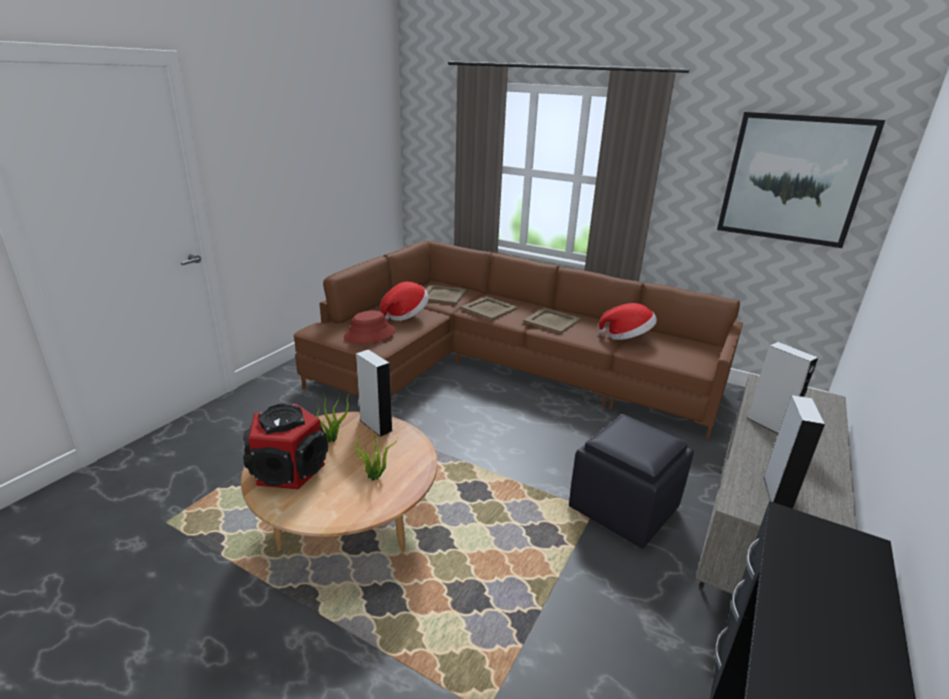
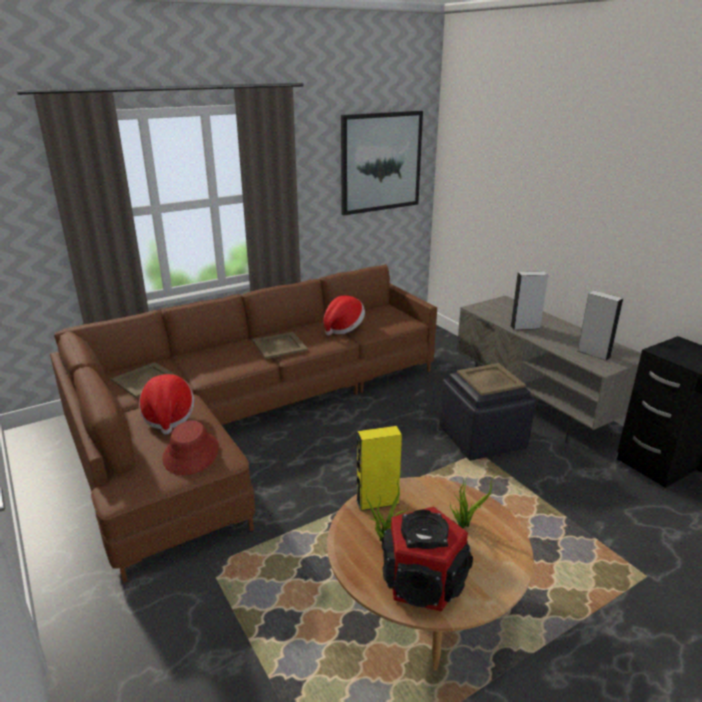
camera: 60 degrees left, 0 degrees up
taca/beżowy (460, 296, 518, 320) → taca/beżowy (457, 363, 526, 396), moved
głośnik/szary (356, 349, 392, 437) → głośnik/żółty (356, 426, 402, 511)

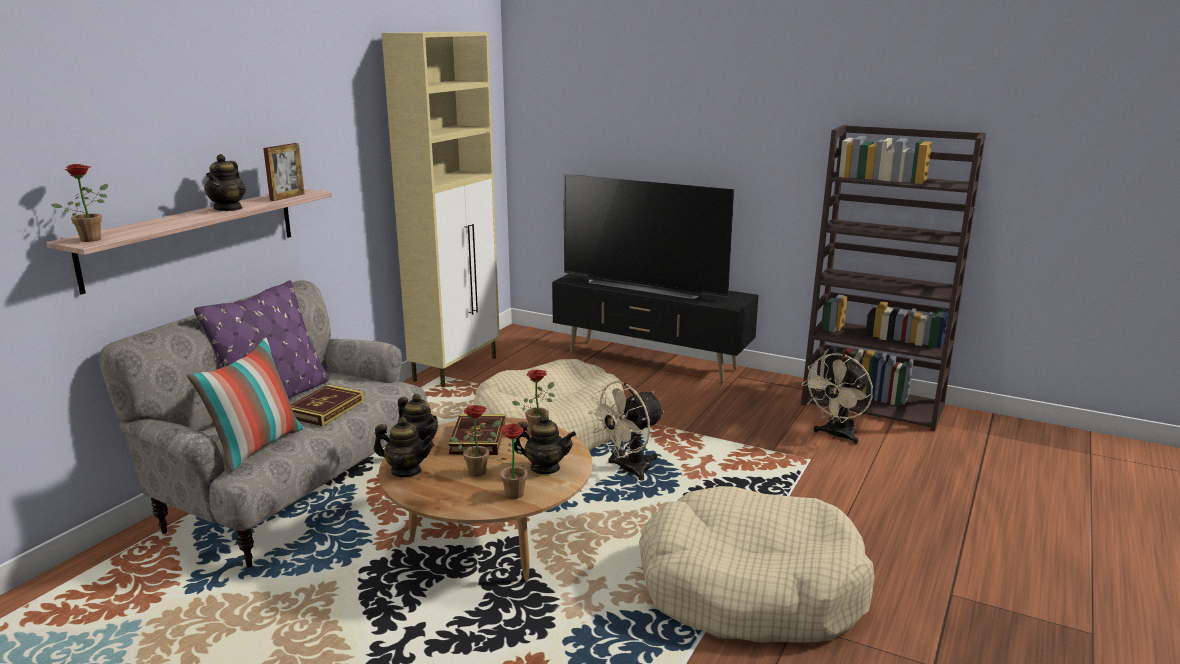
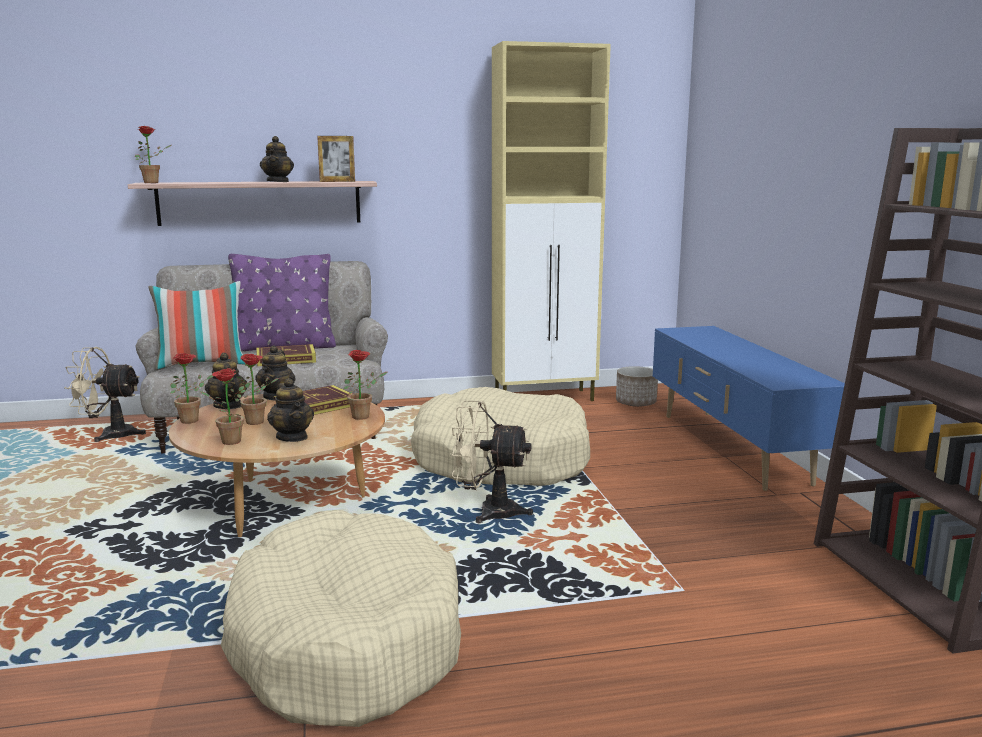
camera: 50 degrees right, 5 degrees down
imbryk (204, 154, 246, 211) → imbryk (260, 136, 294, 182), 60 degrees counterclockwise
telewizor (563, 174, 734, 299) → -
szafka pod telewizor/czarny (552, 274, 759, 383) → szafka pod telewizor/niebieski (653, 326, 845, 491)
wentylator/beżowy (802, 353, 873, 444) → wentylator/beżowy (64, 347, 146, 442), moved
- → roślina doniczkowa (170, 353, 214, 424)
- → donica (616, 366, 658, 407)

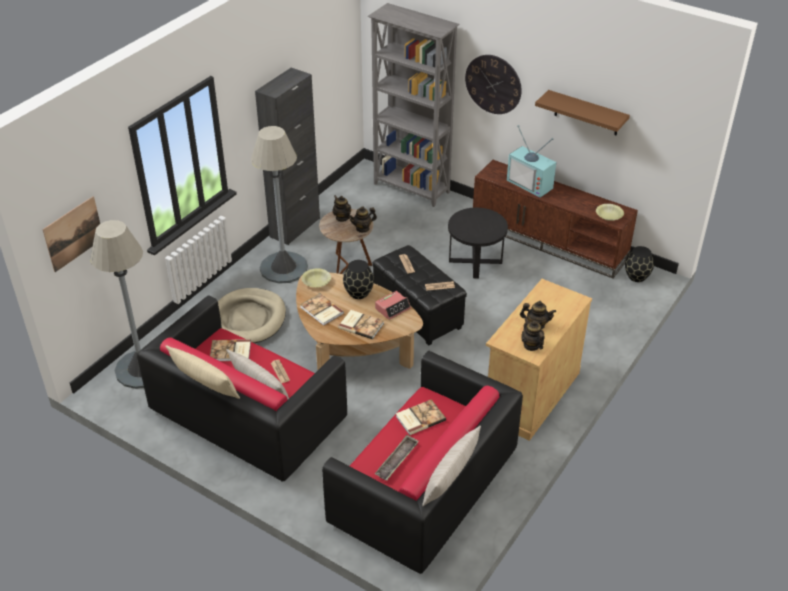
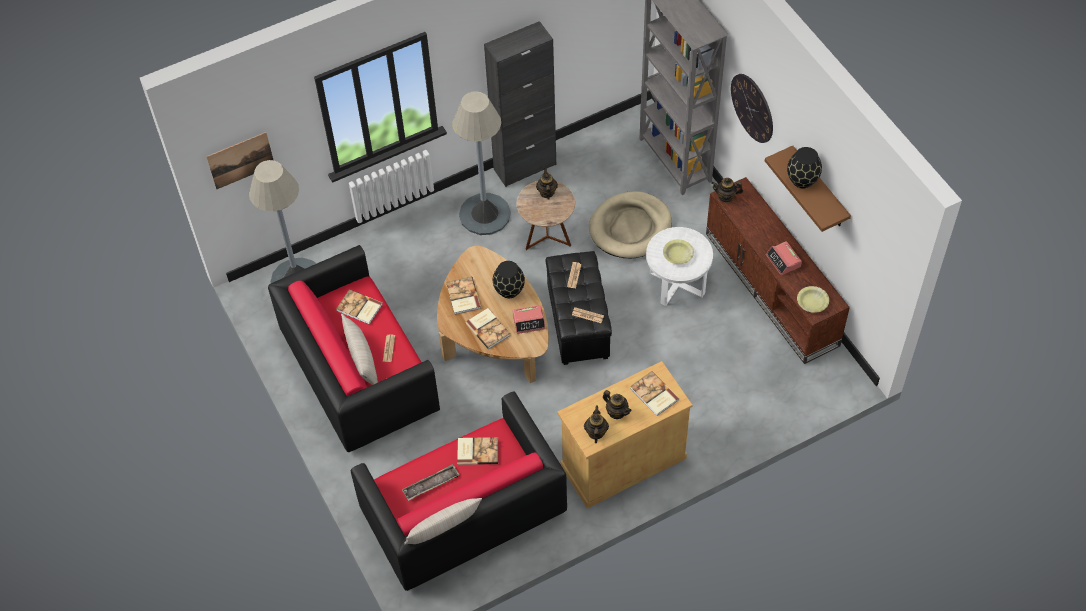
camera: 30 degrees right, 15 degrees up
telewizor (507, 125, 556, 198) → -
imbryk (349, 206, 377, 233) → imbryk (711, 178, 743, 203), moved
stolik/czarny (448, 208, 508, 278) → stolik/biały (646, 227, 713, 306)
wazon/czarny (625, 246, 654, 282) → wazon/czarny (787, 147, 822, 188), moved
miska/żółty (302, 268, 331, 288) → miska/żółty (663, 239, 694, 264), moved
legowisko/beżowy (218, 288, 286, 343) → legowisko/beżowy (589, 191, 672, 258), moved
poduszka/beżowy (165, 345, 240, 399) → -
- → budzik (766, 241, 802, 275)
- → książka (630, 371, 679, 416)

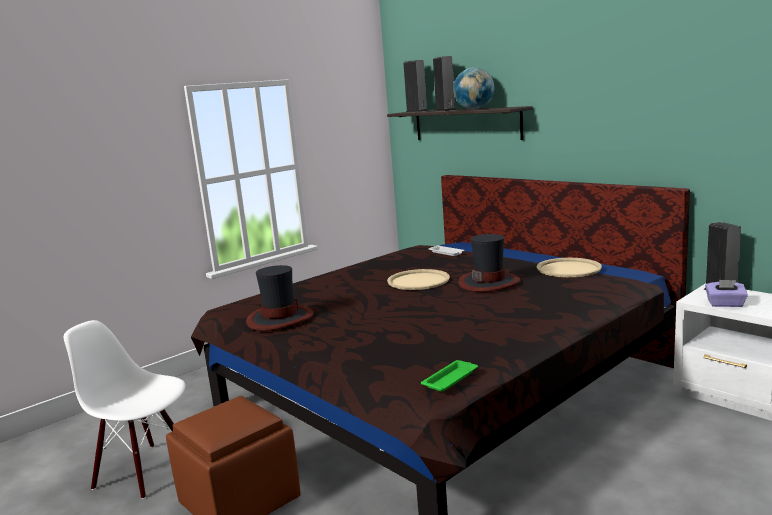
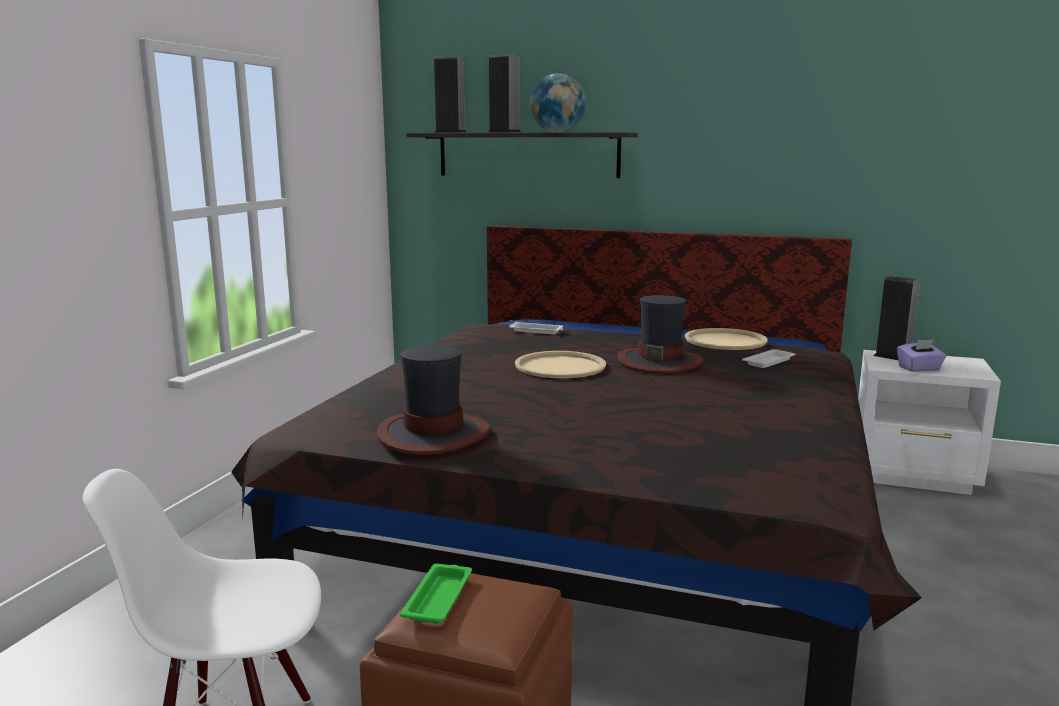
camera: 30 degrees left, 0 degrees up
taca/zielony (421, 360, 478, 392) → taca/zielony (400, 564, 472, 623), moved
- → taca/biały (742, 349, 795, 368)

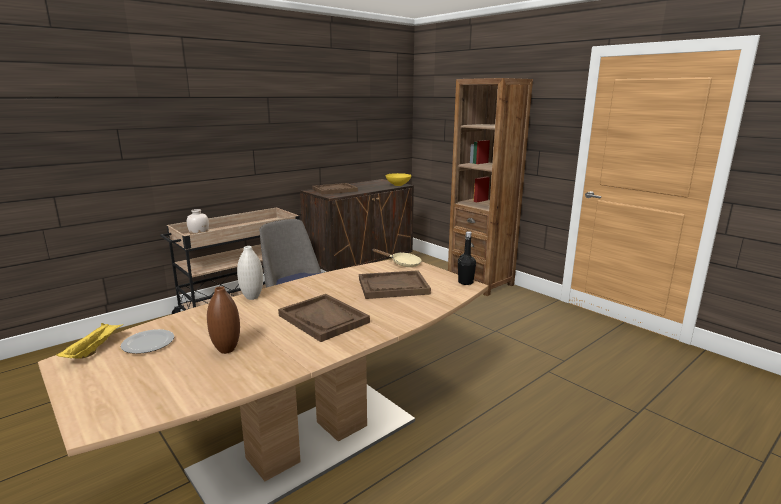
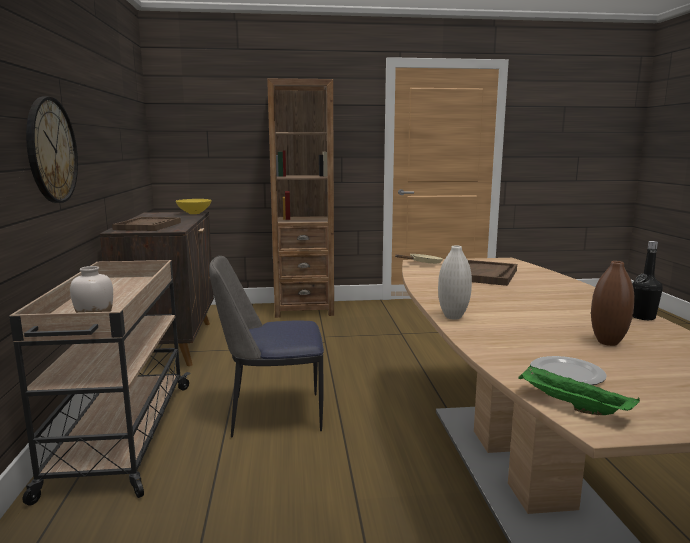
camera: 55 degrees left, 5 degrees down
butelka/czarny (458, 231, 476, 285) → butelka/czarny (633, 241, 663, 320), moved
taca/brązowy (278, 294, 370, 342) → -
taca/żółty (56, 323, 123, 359) → taca/zielony (518, 365, 640, 415)
- → zegar ścienny (26, 97, 78, 203)

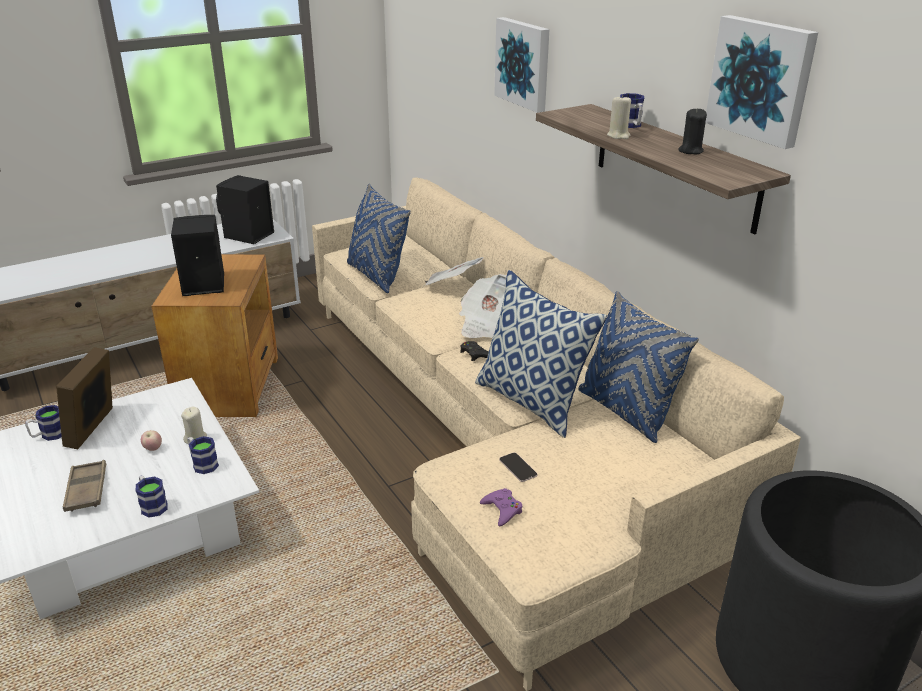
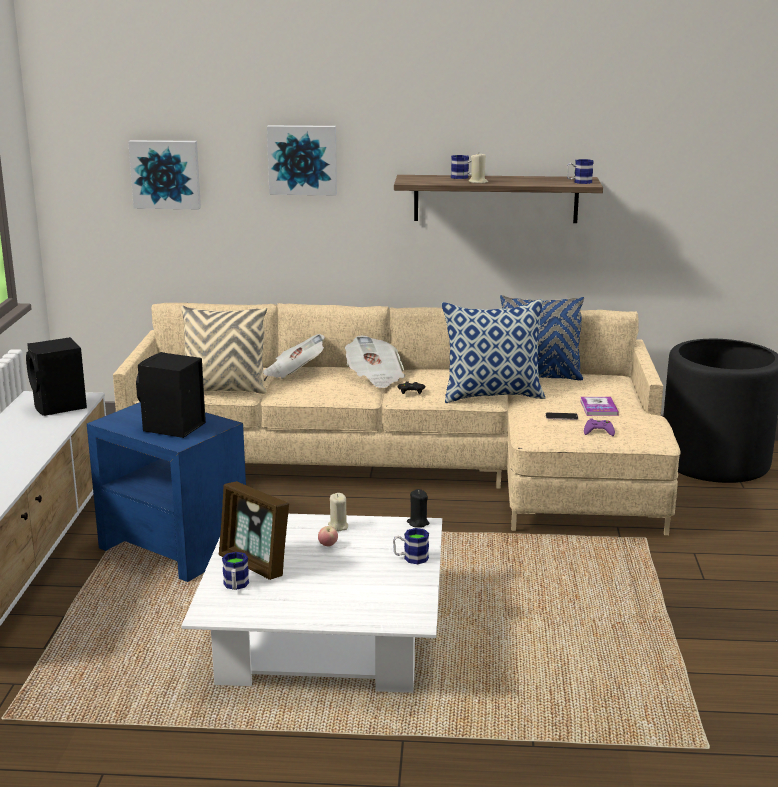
camera: 55 degrees left, 10 degrees down
obraz (705, 15, 818, 149) → obraz (128, 140, 201, 209), moved
świeca/czarny (678, 108, 707, 154) → świeca/czarny (407, 489, 429, 528), moved
poduszka/niebieski (347, 184, 411, 293) → poduszka/beżowy (181, 305, 267, 394)
stolik/brązowy (151, 254, 278, 417) → stolik/niebieski (87, 402, 246, 582)
kubek (188, 436, 219, 474) → kubek (567, 159, 594, 184), moved
taca/brązowy (63, 460, 106, 512) → -
- → książka (580, 397, 619, 416)

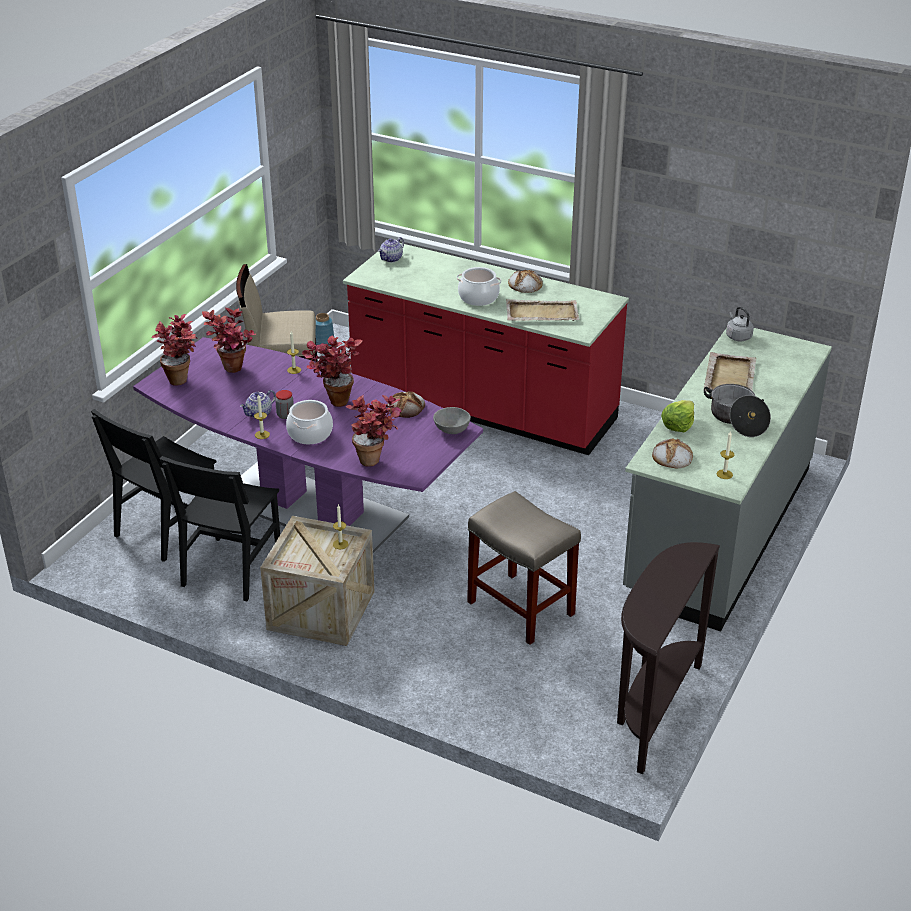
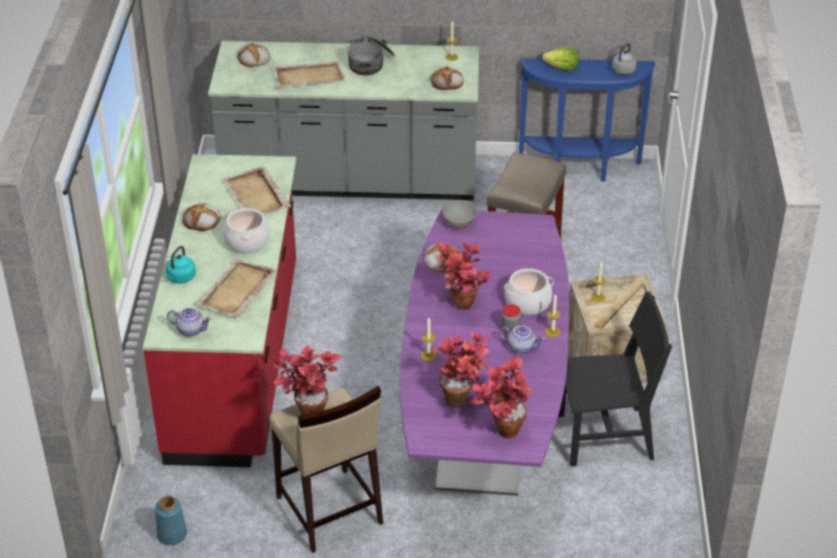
camera: 115 degrees left, 5 degrees up
czajnik/szary (726, 307, 754, 341) → czajnik/szary (612, 43, 637, 75), moved
roślina doniczkowa (345, 395, 402, 467) → roślina doniczkowa (272, 346, 341, 415), moved
sałata (661, 400, 694, 433) → sałata (542, 48, 579, 71), moved
krzesło/czarny (91, 409, 216, 562) → -
stolik konsolowy/brązowy (617, 542, 720, 774) → stolik konsolowy/niebieski (519, 58, 655, 181)
- → chleb (237, 43, 271, 67)
- → czajnik/turkusowy (164, 246, 196, 283)
- → taca/beżowy (195, 258, 277, 318)

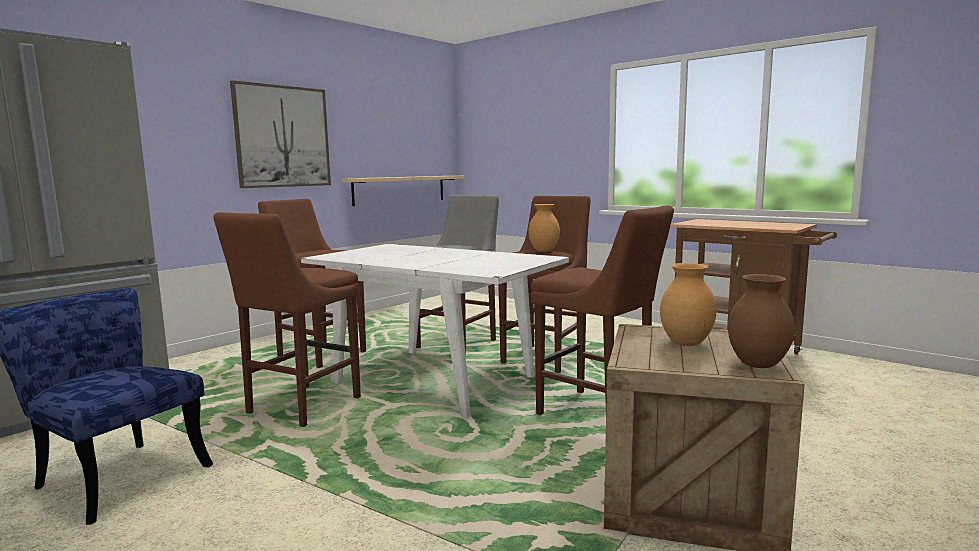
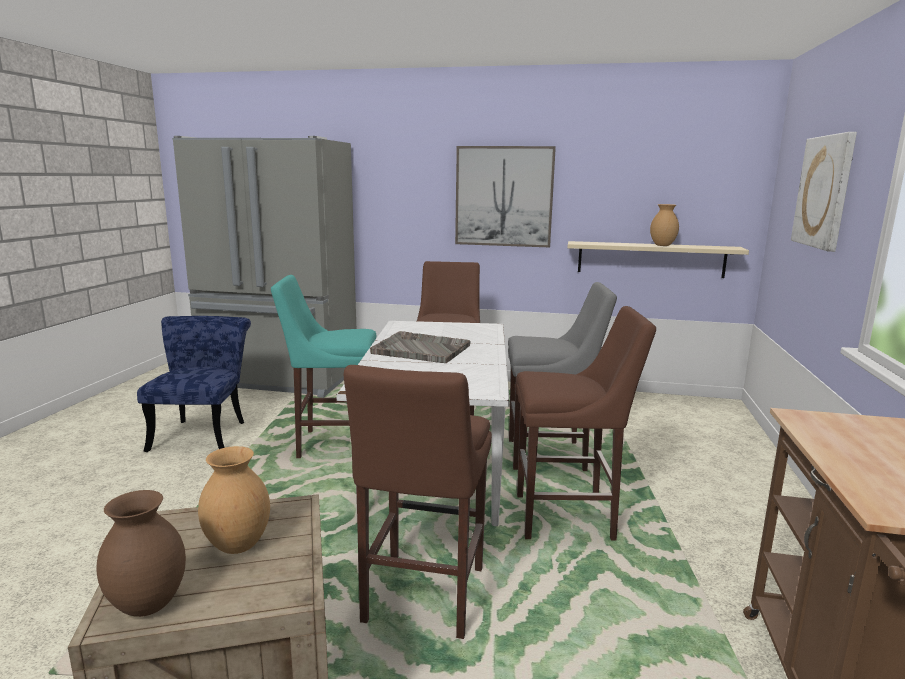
camera: 60 degrees right, 5 degrees up
wazon/brązowy (528, 204, 560, 252) → wazon/brązowy (650, 204, 679, 246), moved
stołek/brązowy (213, 212, 361, 427) → stołek/turkusowy (271, 275, 376, 458)
- → obraz (791, 132, 857, 252)
- → taca/szary (370, 331, 470, 363)

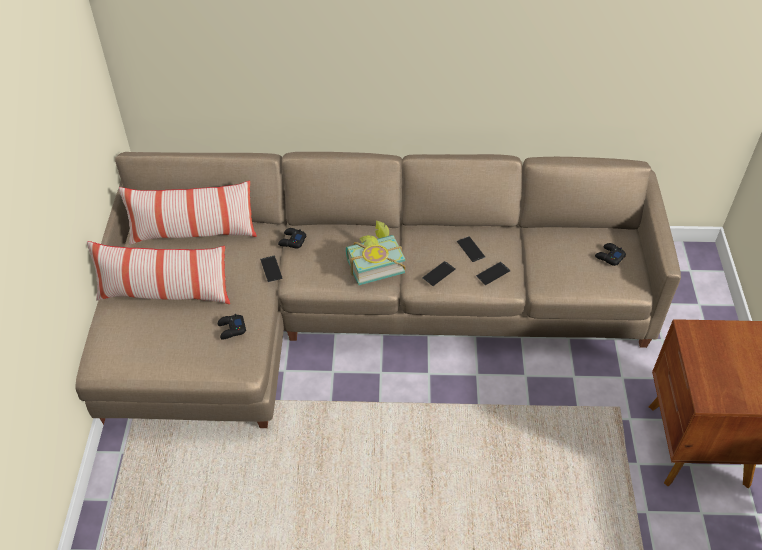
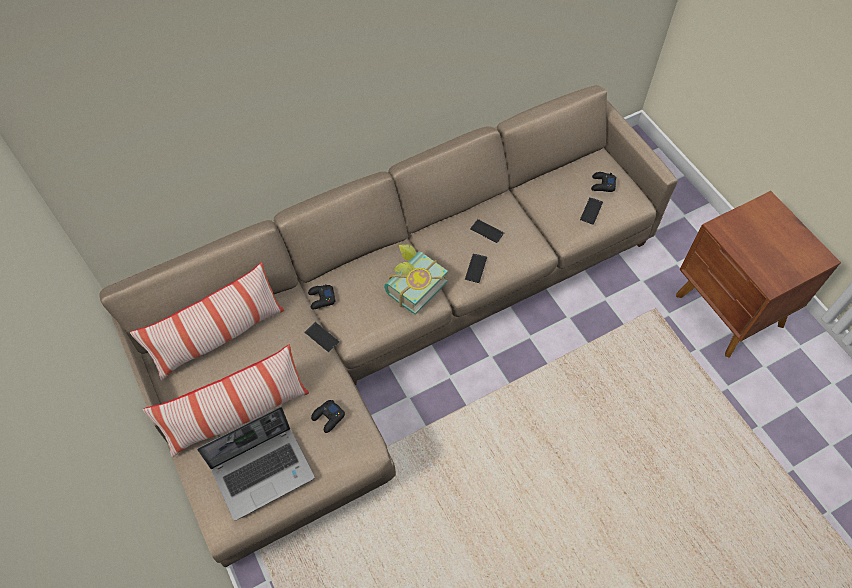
camera: 30 degrees left, 10 degrees up
telefon (476, 262, 511, 285) → telefon (580, 197, 603, 225), moved
- → laptop (197, 407, 315, 520)

